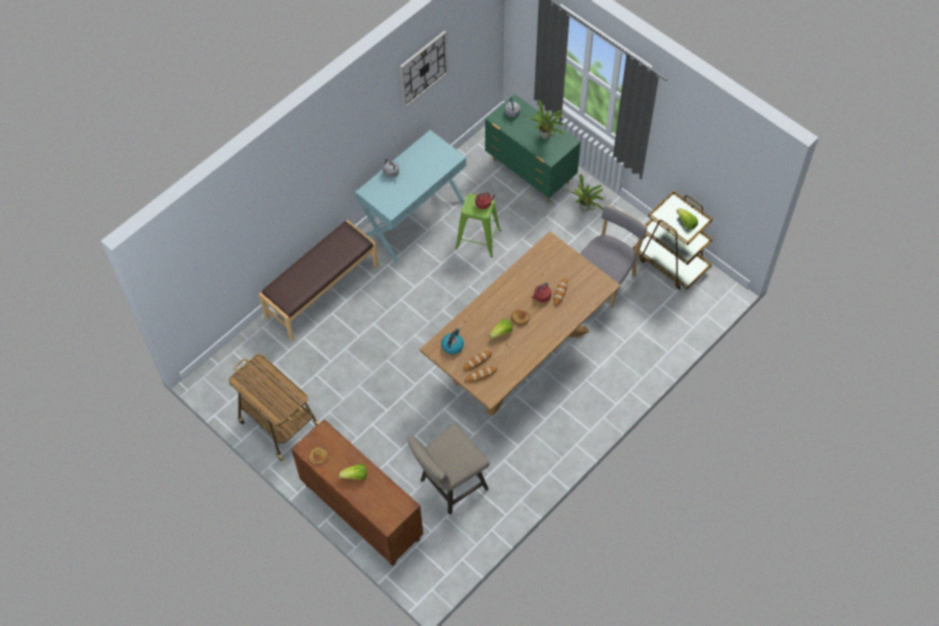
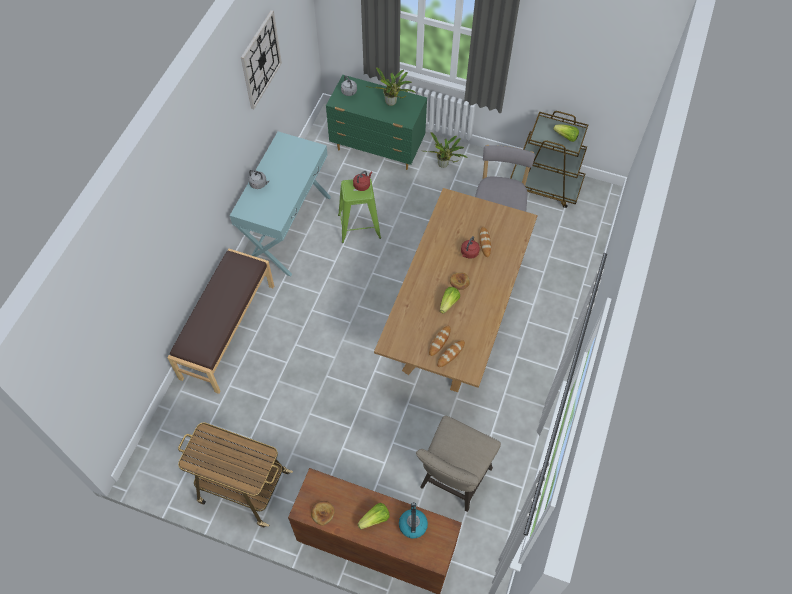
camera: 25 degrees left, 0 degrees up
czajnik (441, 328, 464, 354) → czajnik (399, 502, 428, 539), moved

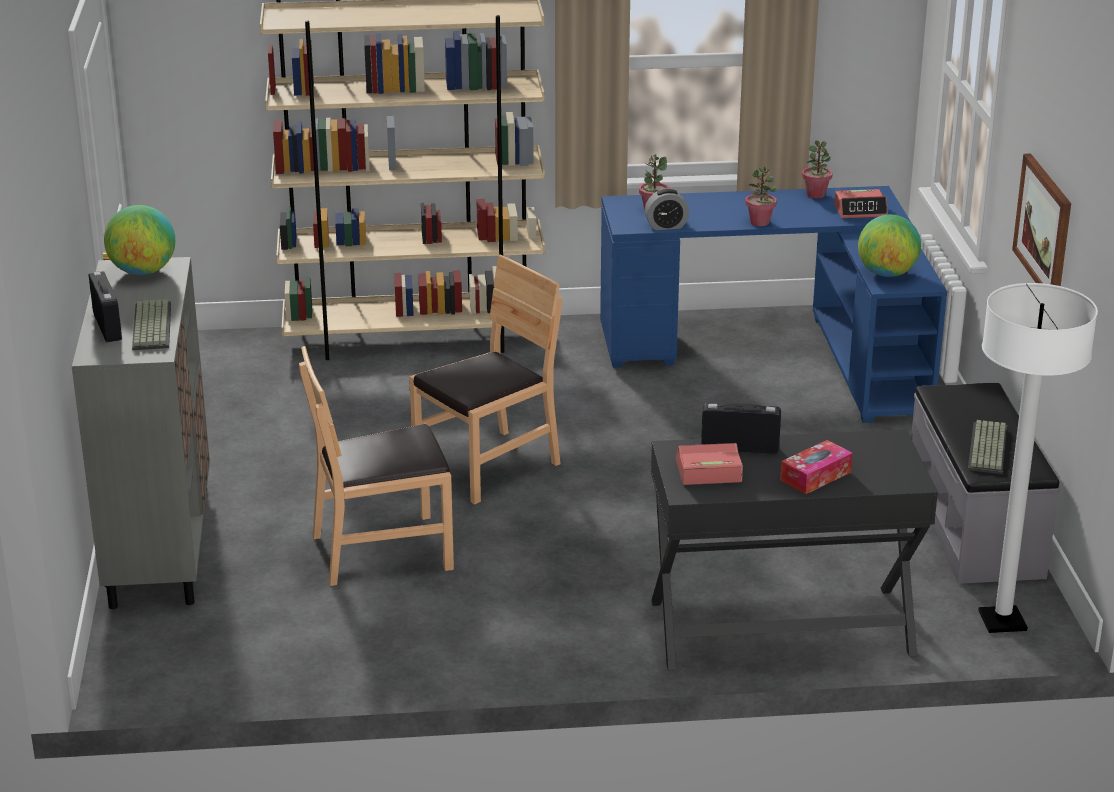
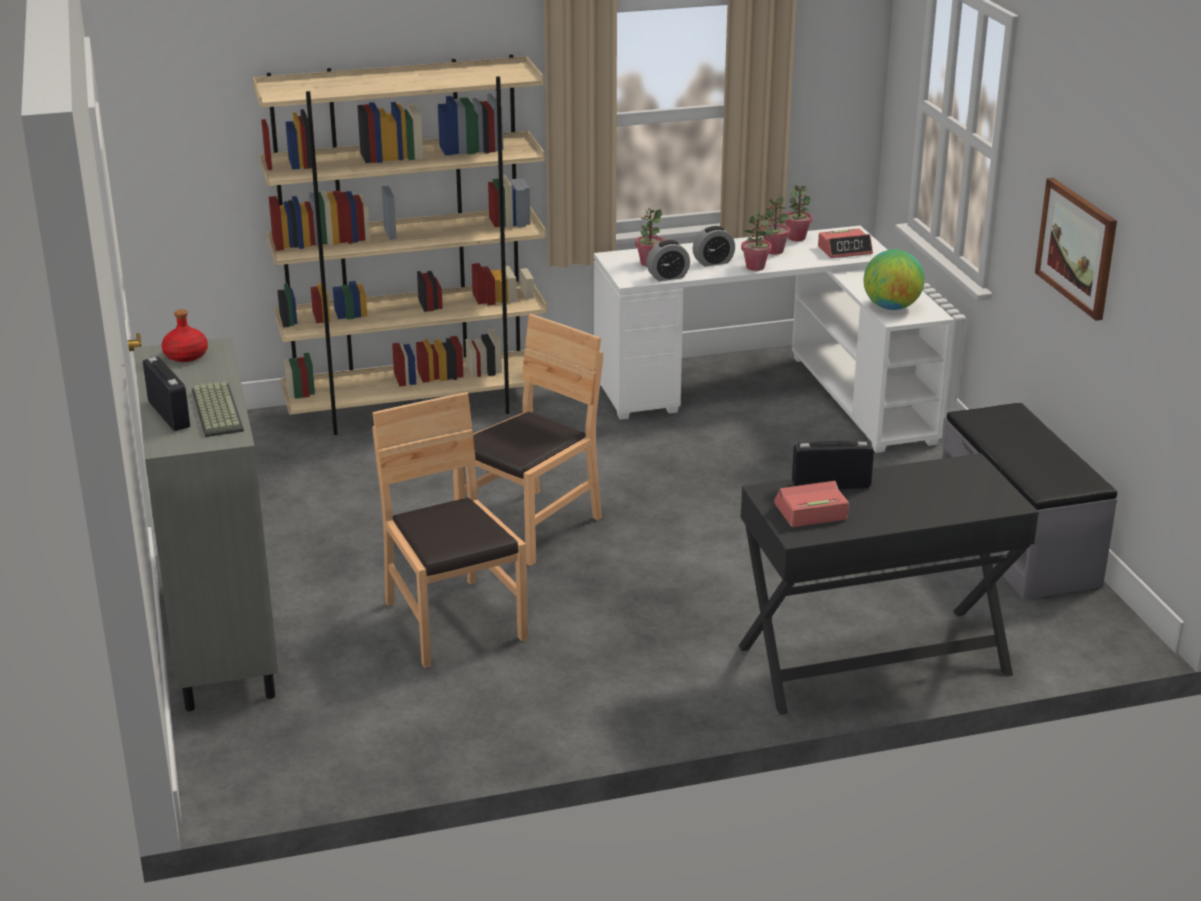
camera: 10 degrees left, 0 degrees up
biurko/niebieski (600, 186, 947, 423) → biurko/biały (594, 226, 954, 453)
globus (104, 205, 175, 275) → butelka/czerwony (162, 309, 208, 362)
lampa stojąca/biały (978, 283, 1098, 633) → -
krzesło/brązowy (299, 346, 454, 586) → krzesło/brązowy (372, 392, 528, 668), 90 degrees clockwise
klawiatura (968, 420, 1007, 474) → -
pudełko chusteczek (780, 440, 853, 494) → -
- → roślina doniczkowa (761, 196, 790, 255)
- → budzik (693, 226, 735, 267)

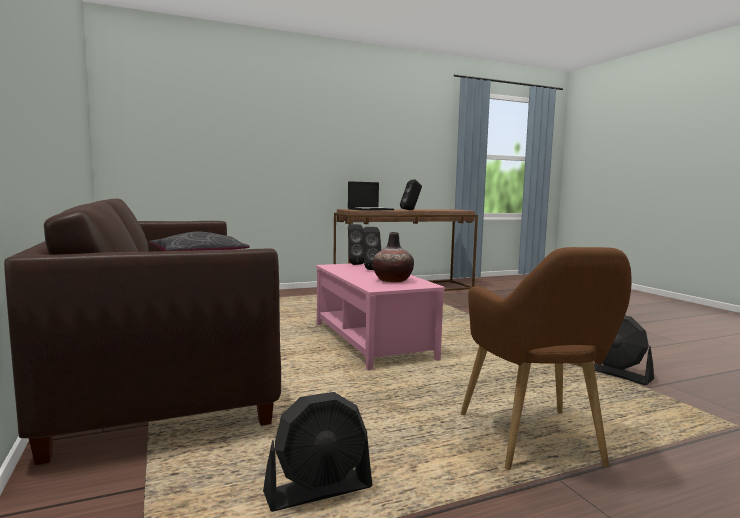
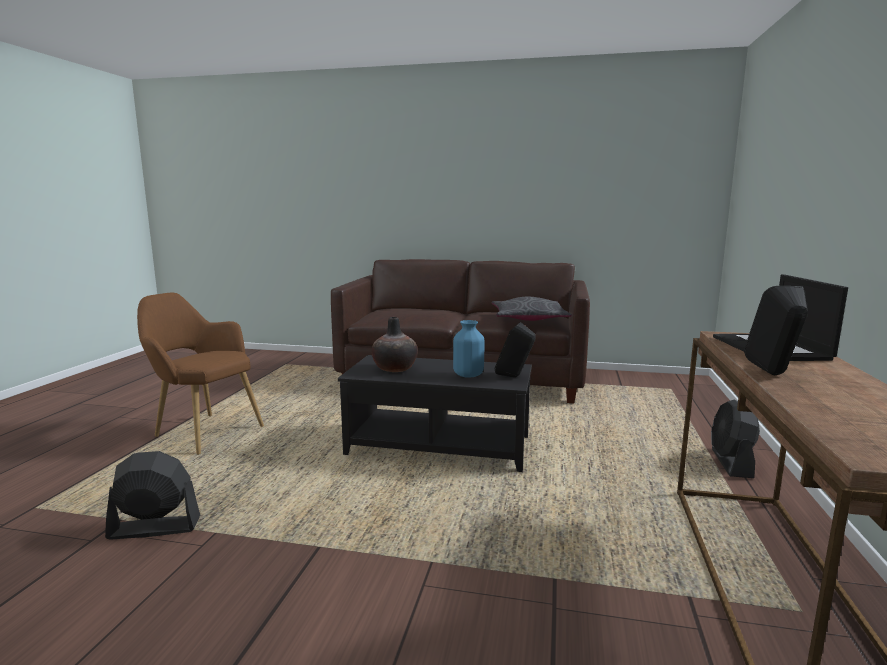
camera: 125 degrees right, 5 degrees up
głośnik/czarny (363, 227, 381, 270) → wazon/niebieski (453, 320, 484, 378)
ława/różowy (316, 263, 445, 370) → ława/czarny (338, 355, 532, 472)
wentylator/czarny (263, 392, 372, 512) → wentylator/czarny (711, 400, 760, 478), moved

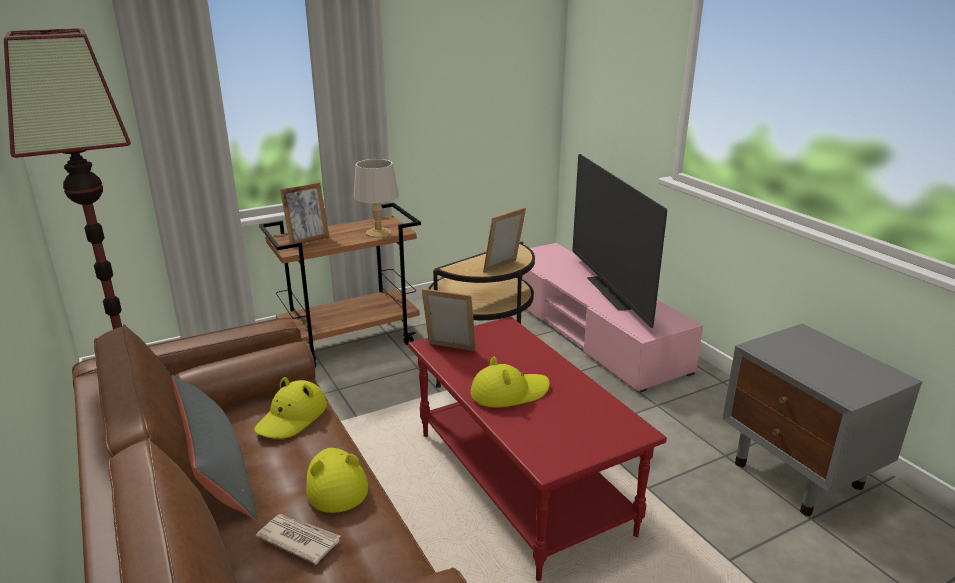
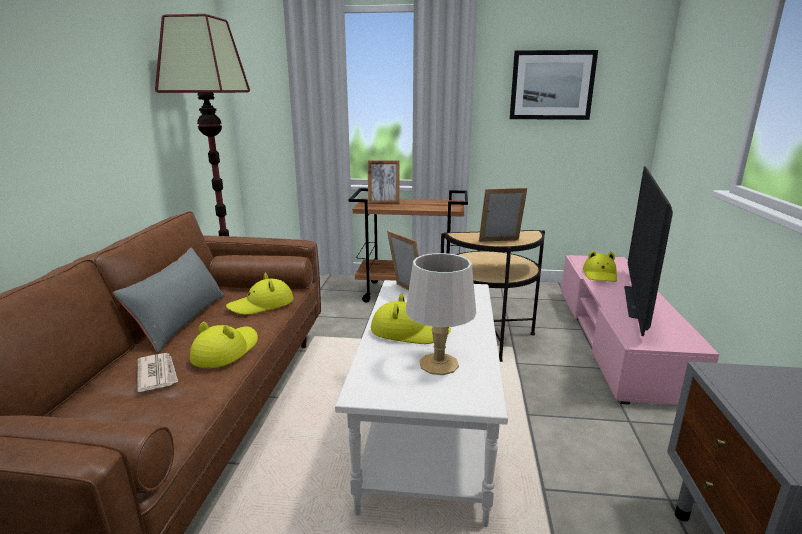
camera: 35 degrees right, 5 degrees down
lampa stołowa/szary (354, 159, 399, 238) → lampa stołowa/szary (406, 253, 476, 375), moved
ława/czerwony (408, 317, 667, 581) → ława/biały (335, 280, 508, 527)
- → obraz (510, 50, 598, 120)
- → kapelusz/żółty (583, 251, 617, 282)

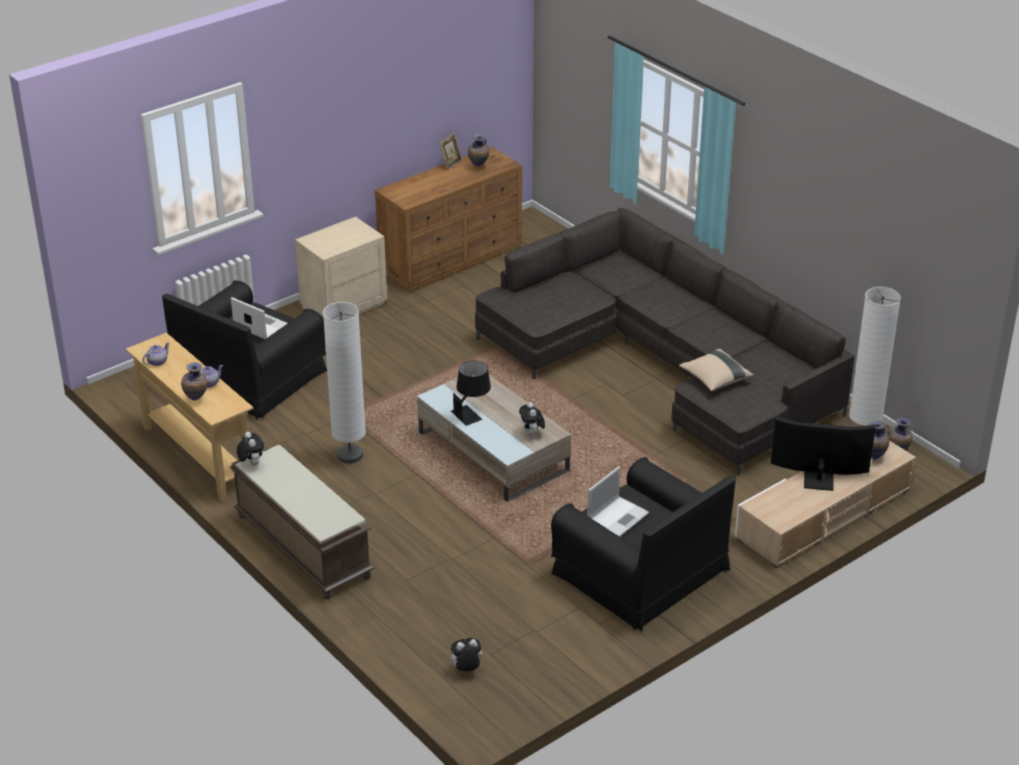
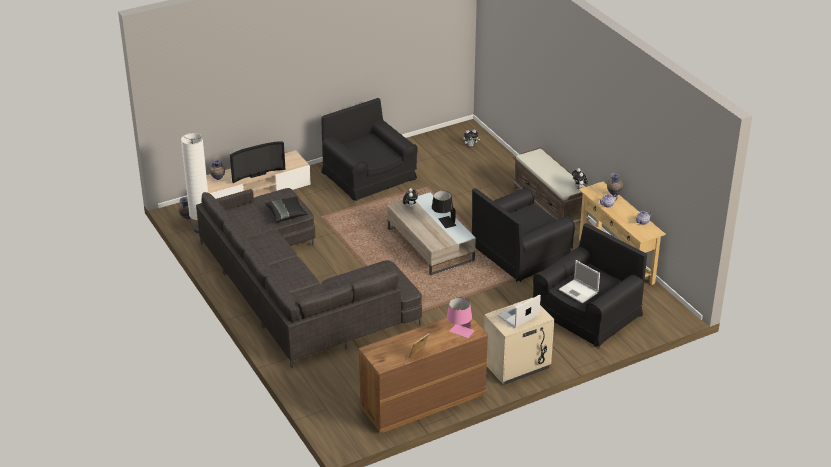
camera: 170 degrees left, 0 degrees up
wazon (468, 134, 489, 167) → -
lampa stojąca/biały (323, 302, 366, 464) → fotel/czarny (472, 187, 575, 282)
poduszka/beżowy (679, 349, 753, 391) → poduszka/czarny (265, 197, 308, 222)
telewizor (771, 416, 876, 491) → telewizor (230, 141, 286, 183), 45 degrees counterclockwise
laptop (587, 466, 649, 537) → laptop (498, 294, 541, 328), moved
- → lampa stołowa/różowy (447, 297, 475, 338)

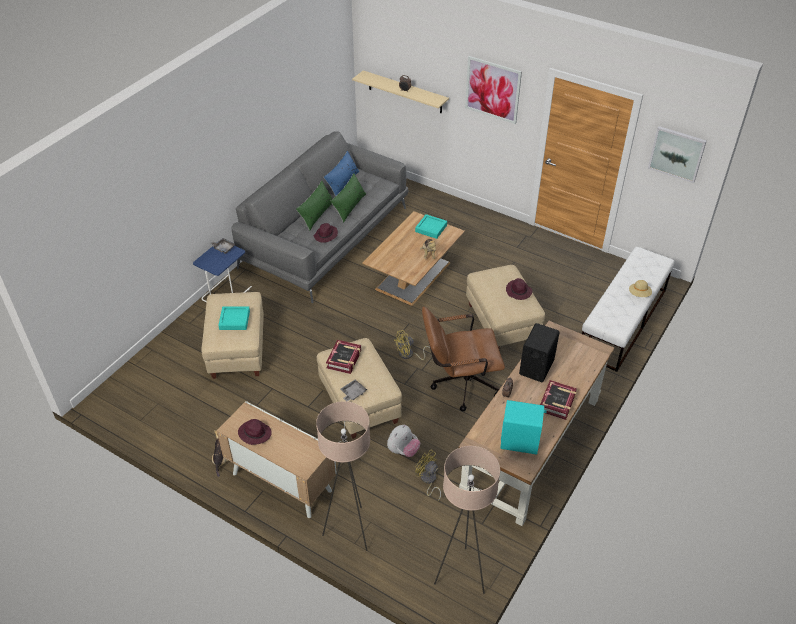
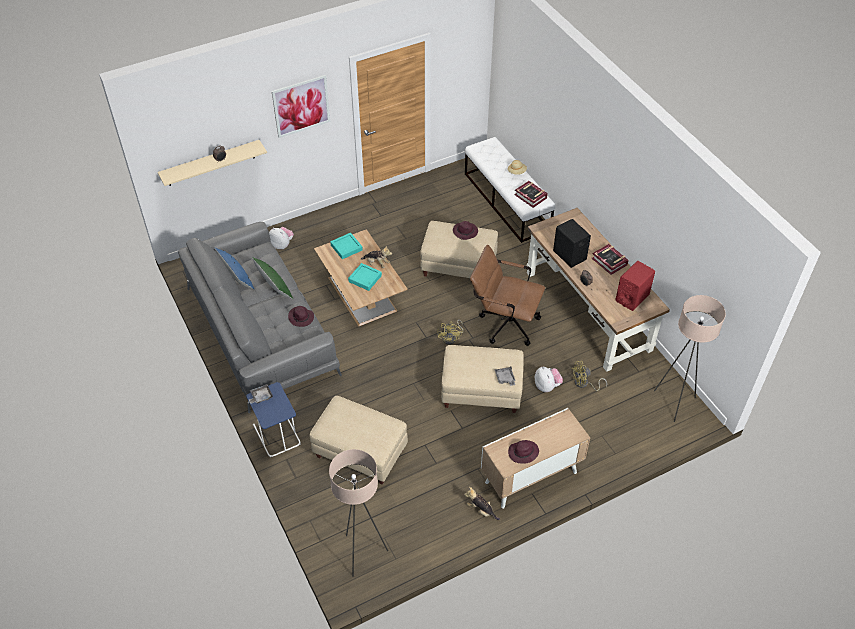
camera: 60 degrees left, 5 degrees up
obraz (648, 126, 707, 183) → -
poduszka/zielony (296, 181, 332, 231) → -
taca/turkusowy (218, 306, 250, 330) → taca/turkusowy (348, 263, 382, 291), moved
krzesło biurowe/brązowy (422, 307, 505, 412) → krzesło biurowe/brązowy (470, 245, 545, 346), 90 degrees clockwise
książka (326, 340, 361, 374) → książka (514, 181, 548, 208), moved
głośnik/turkusowy (500, 400, 547, 455) → głośnik/czerwony (615, 261, 655, 311)
lampa stojąca/beżowy (316, 401, 370, 551) → lampa stojąca/beżowy (329, 449, 388, 577), moved
- → pluszak (269, 227, 294, 249)

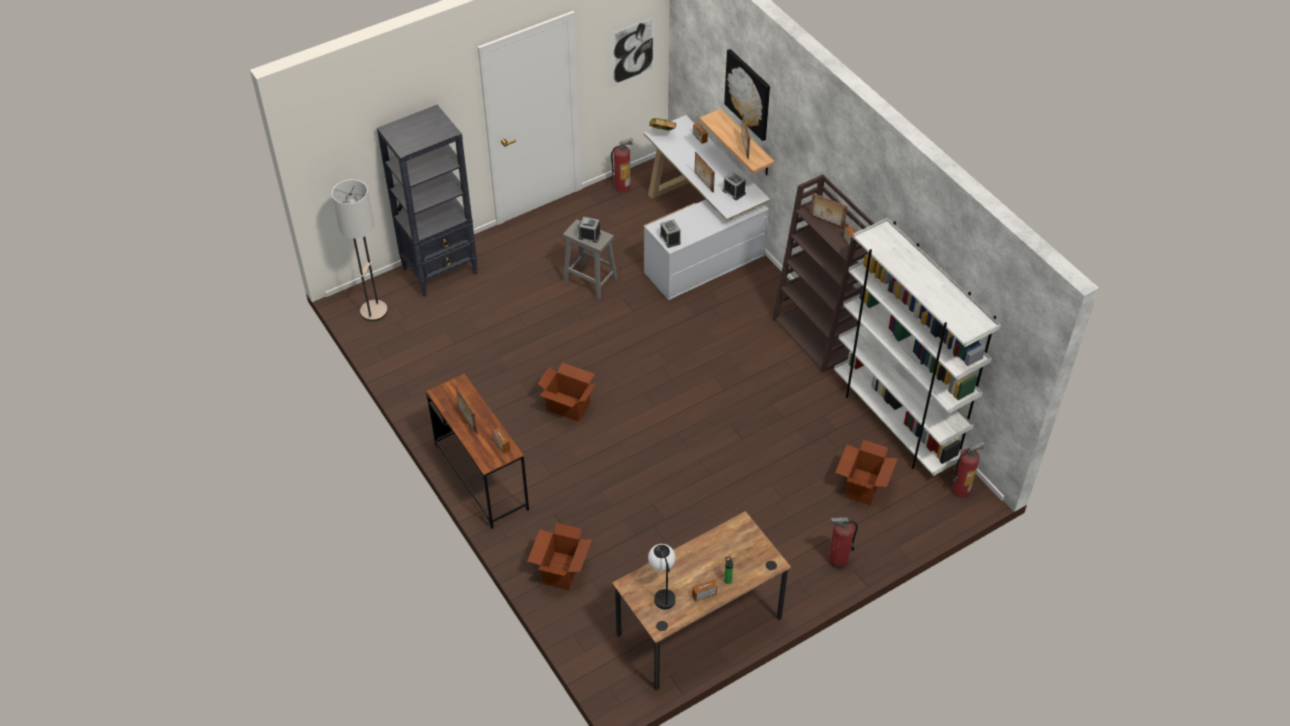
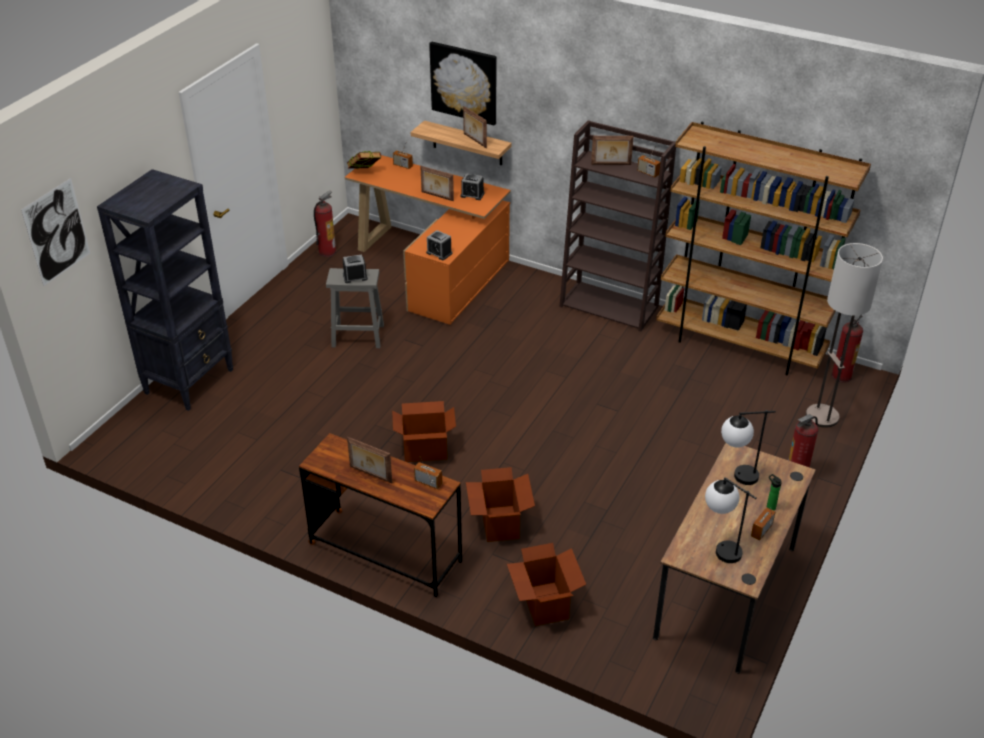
camera: 30 degrees left, 10 degrees down
obraz (612, 17, 654, 86) → obraz (21, 178, 90, 286), moved
biurko/biały (644, 115, 770, 300) → biurko/pomarańczowy (345, 155, 511, 325)
lampa stojąca (332, 179, 388, 321) → lampa stojąca (806, 243, 883, 428), moved
regał/biały (834, 218, 1001, 476) → regał/brązowy (656, 122, 871, 375)
karton (835, 440, 898, 505) → karton (466, 467, 535, 542), moved
- → lampa stołowa (721, 410, 776, 485)

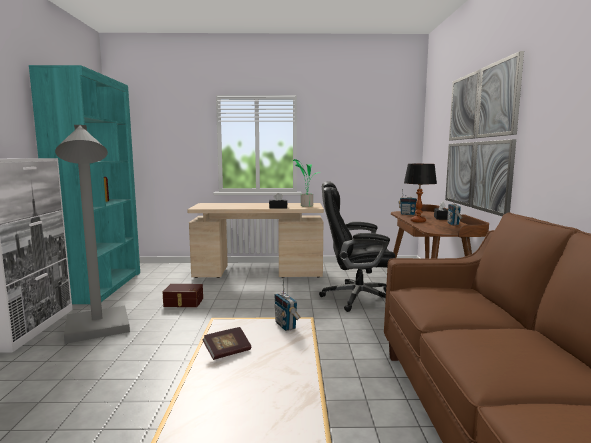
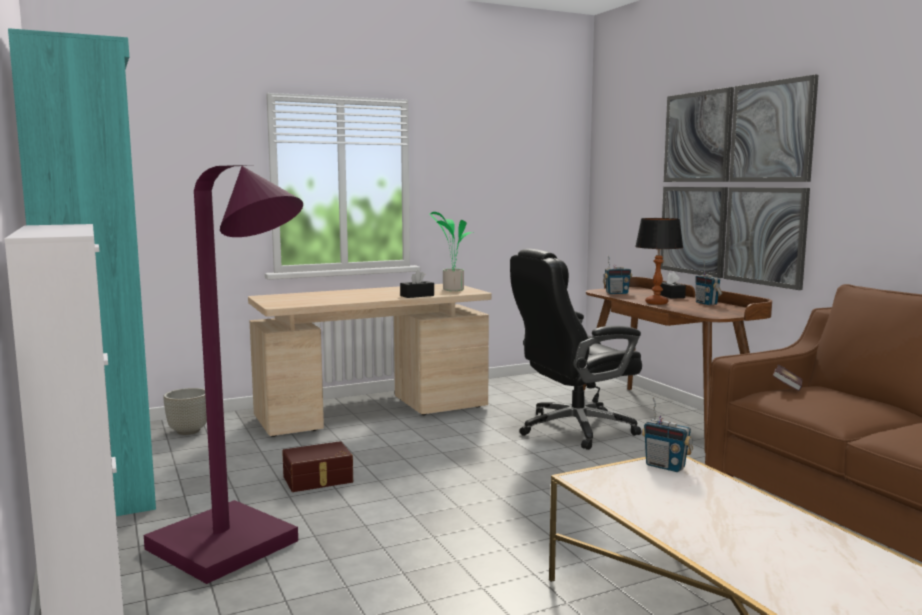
camera: 25 degrees left, 0 degrees up
lampa stojąca/szary (55, 125, 130, 344) → lampa stojąca/fioletowy (144, 165, 303, 584)
książka (203, 327, 251, 360) → książka (773, 364, 803, 391), moved
- → donica/szary (163, 388, 207, 435)

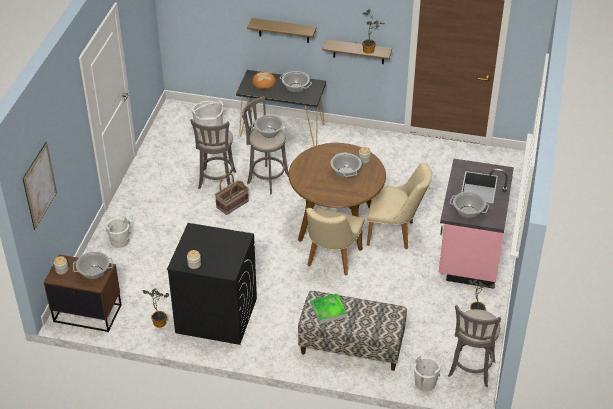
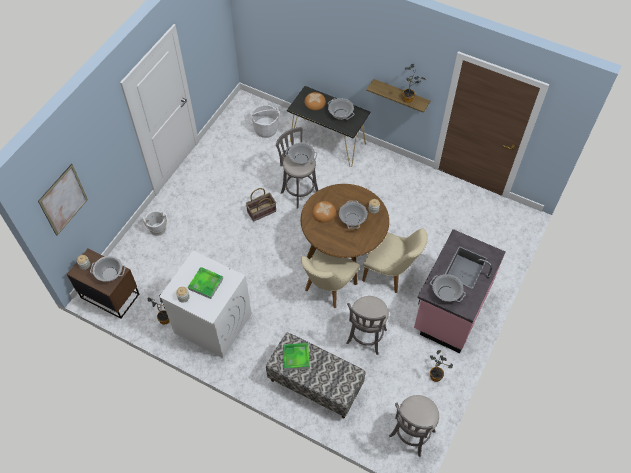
camera: 15 degrees right, 15 degrees up
półka (247, 18, 317, 43) → -
stołek/szary (190, 119, 236, 189) → stołek/szary (346, 296, 389, 355), moved
pralka/czarny (167, 223, 257, 345) → pralka/biały (159, 251, 252, 358)
wiadro/biały (414, 354, 441, 391) → -
- → chleb (312, 201, 336, 223)
- → taca (188, 267, 223, 299)

